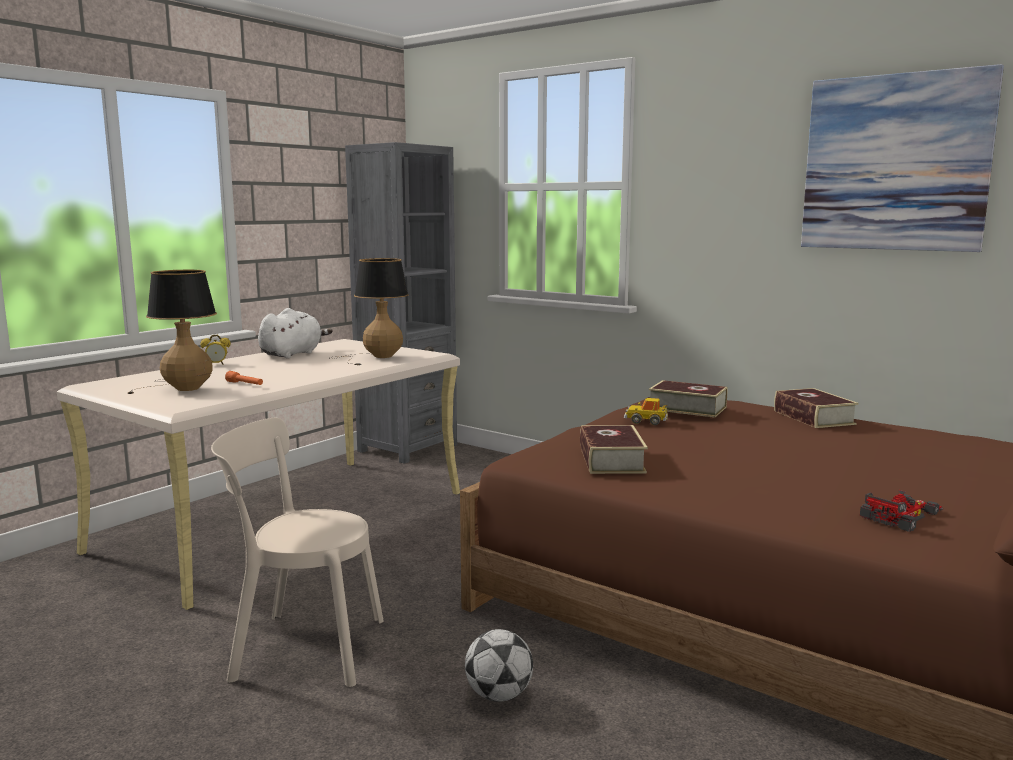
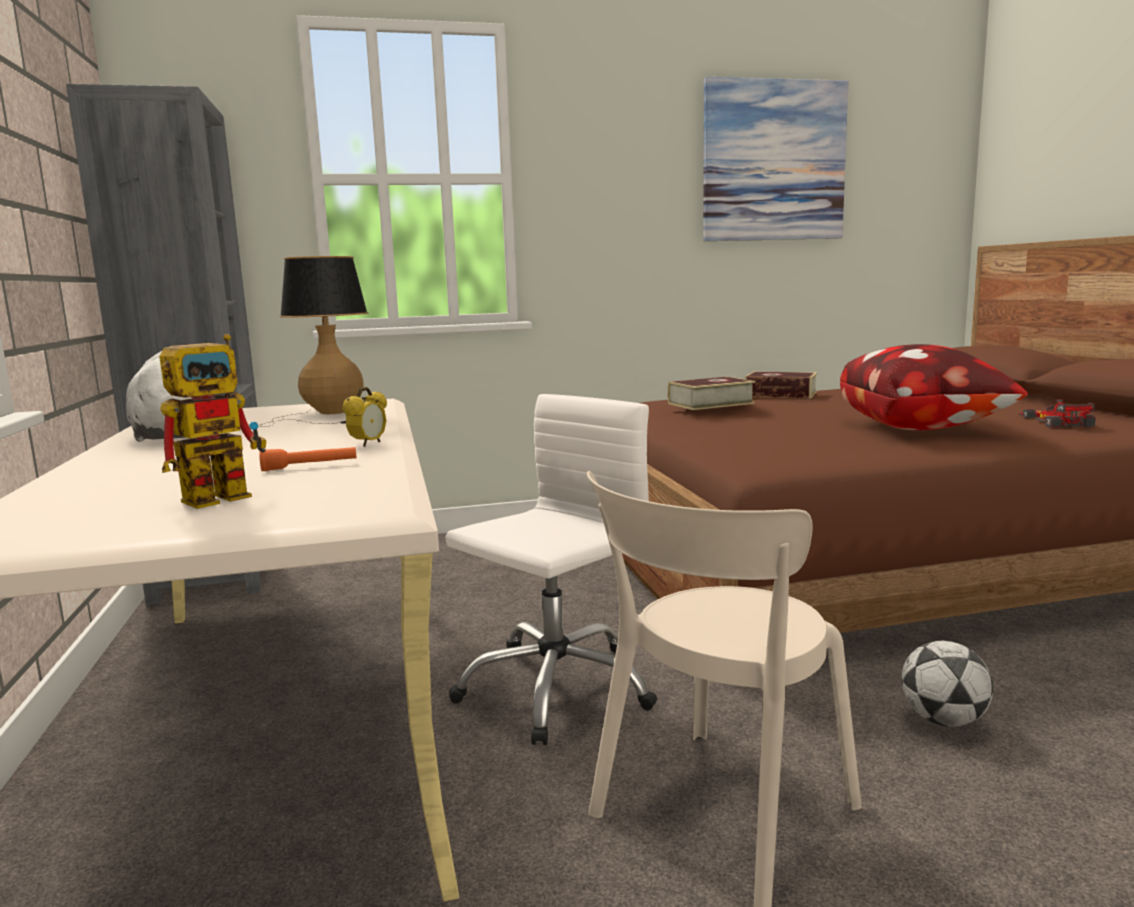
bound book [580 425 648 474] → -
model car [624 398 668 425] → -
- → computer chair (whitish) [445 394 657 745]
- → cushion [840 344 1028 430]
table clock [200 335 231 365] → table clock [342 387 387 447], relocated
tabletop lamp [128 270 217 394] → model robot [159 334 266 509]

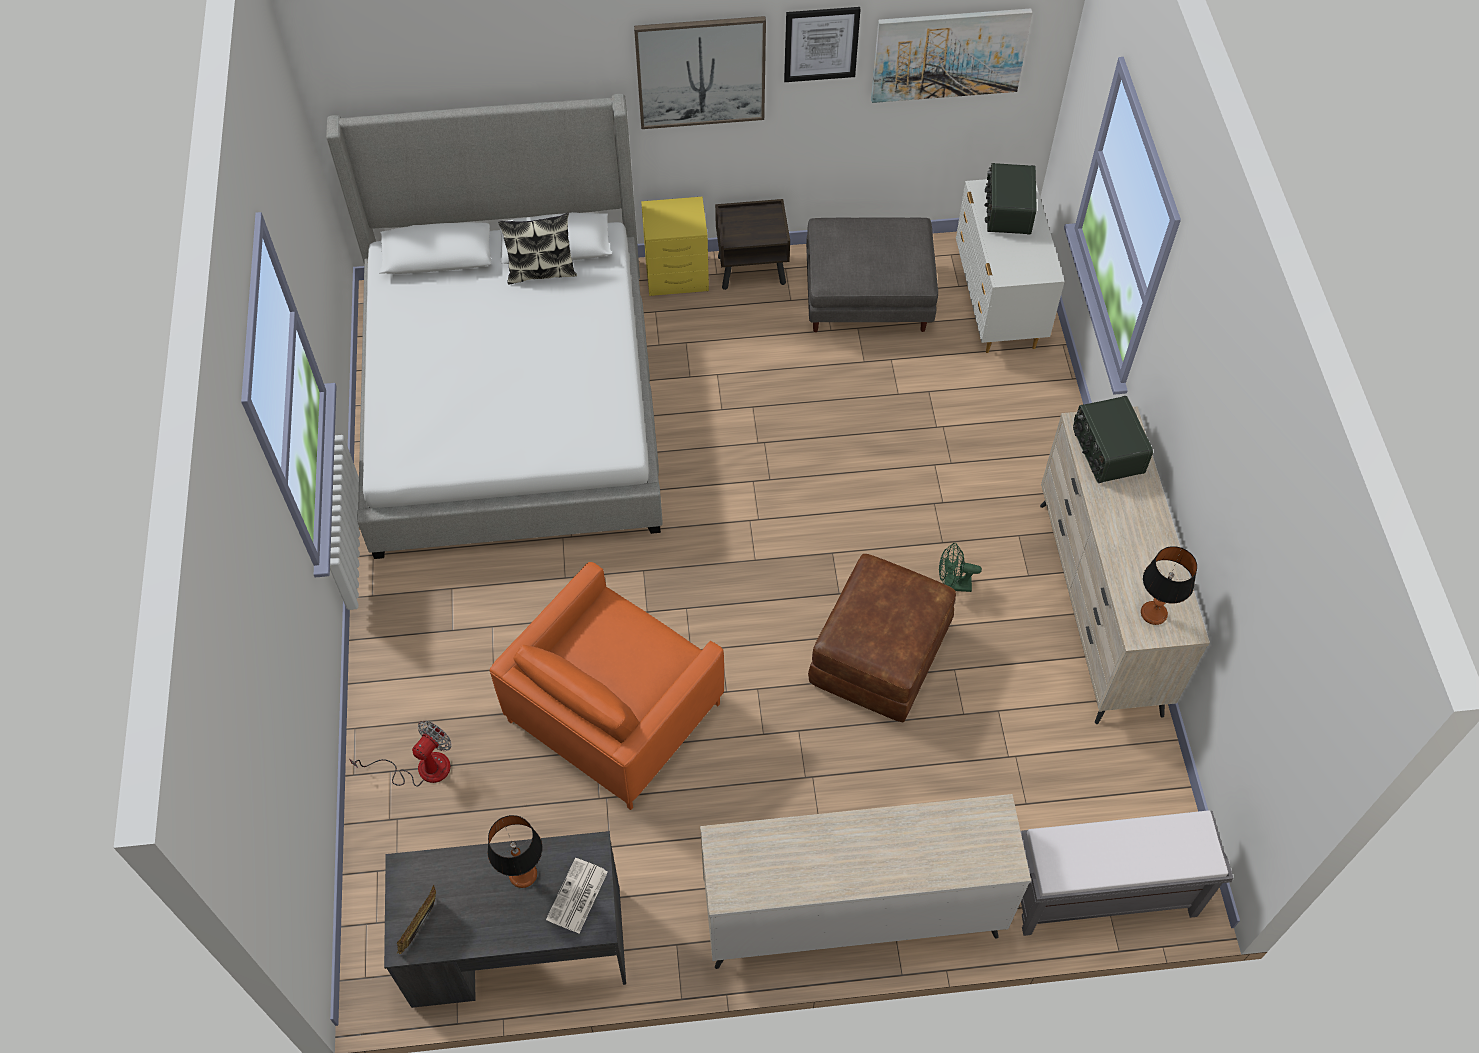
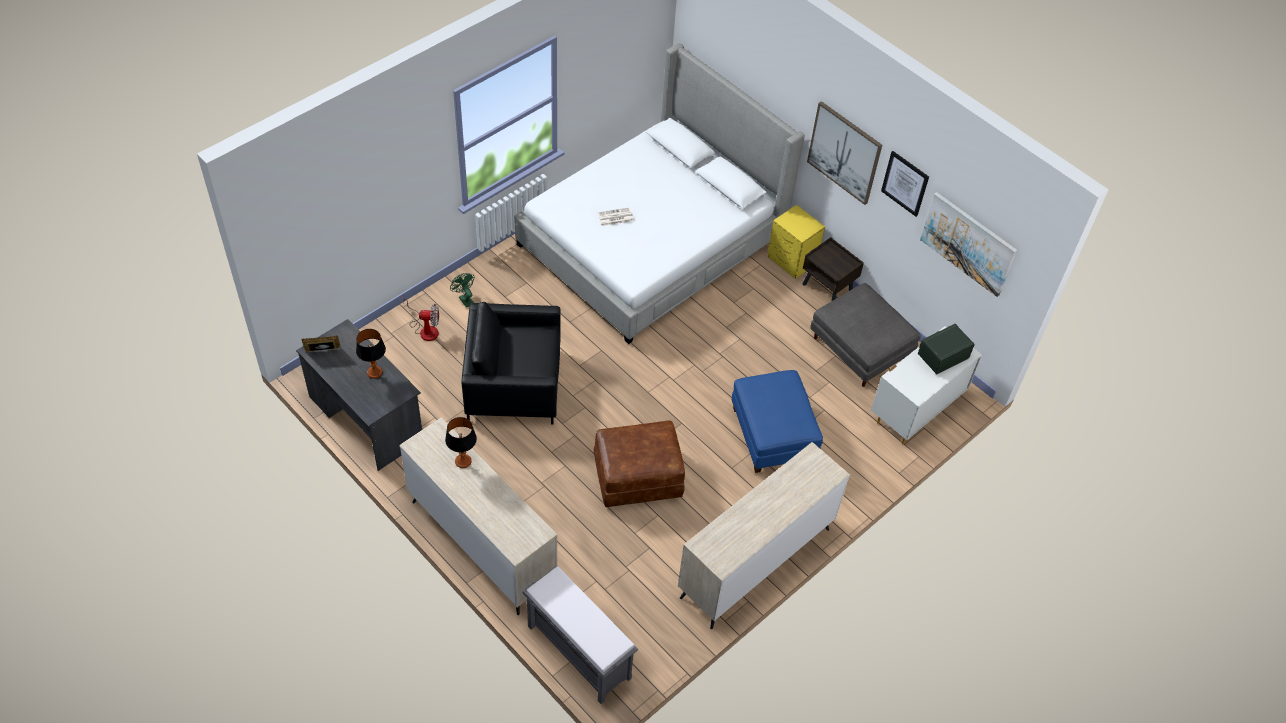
cushion [498 213 577 285] → -
radio receiver [1073 396 1153 483] → -
- → footrest (blue) [732 370 823 473]
printed paper [546 858 608 933] → printed paper [598 207 634 226], relocated
cooling fan (green-coloured) [939 543 982 592] → cooling fan (green-coloured) [450 273 475 307], relocated
tabletop lamp [1141 546 1197 625] → tabletop lamp [445 417 477 468], relocated
armchair (orangey) [489 562 724 810] → armchair (blackish) [461 302 560 425]

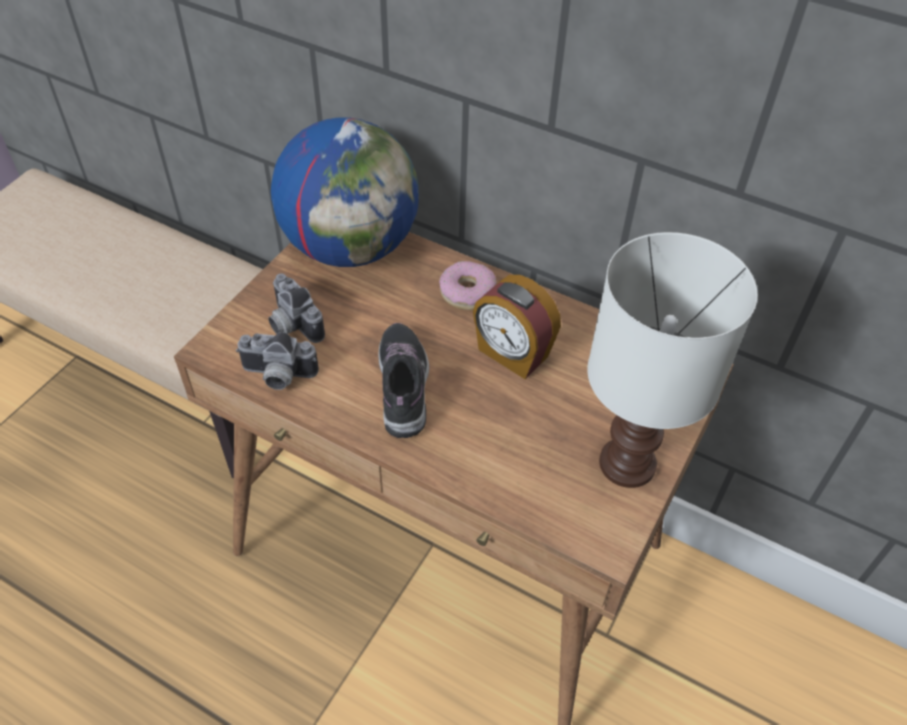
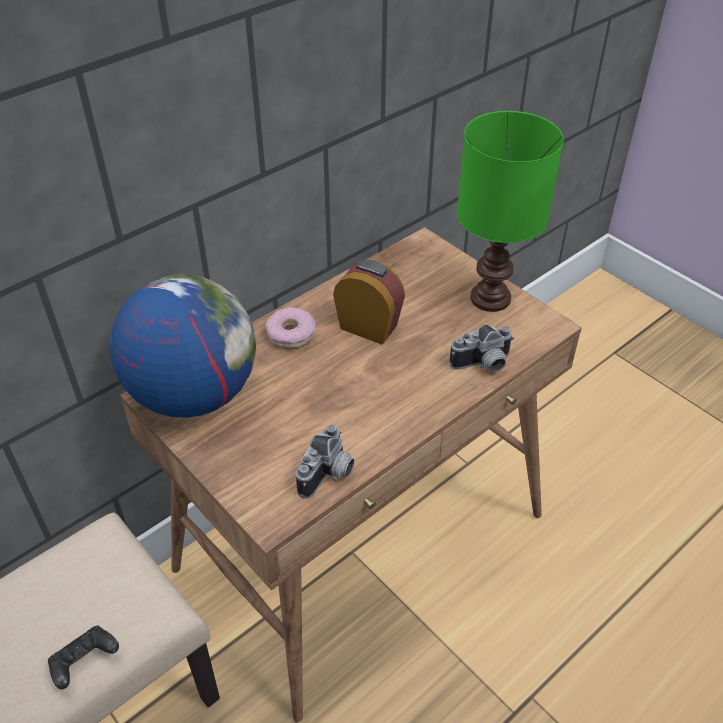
shoe [379 323 429 438] → -
- → joypad (blackish) [48 626 119 689]
photo camera [268 273 325 343] → photo camera [449 325 514 372], relocated
tabletop lamp (whitish) [587 232 758 488] → tabletop lamp (green-coloured) [457 111 564 312]
table clock [473 275 561 379] → table clock [333 259 405 345], 120 degrees counterclockwise

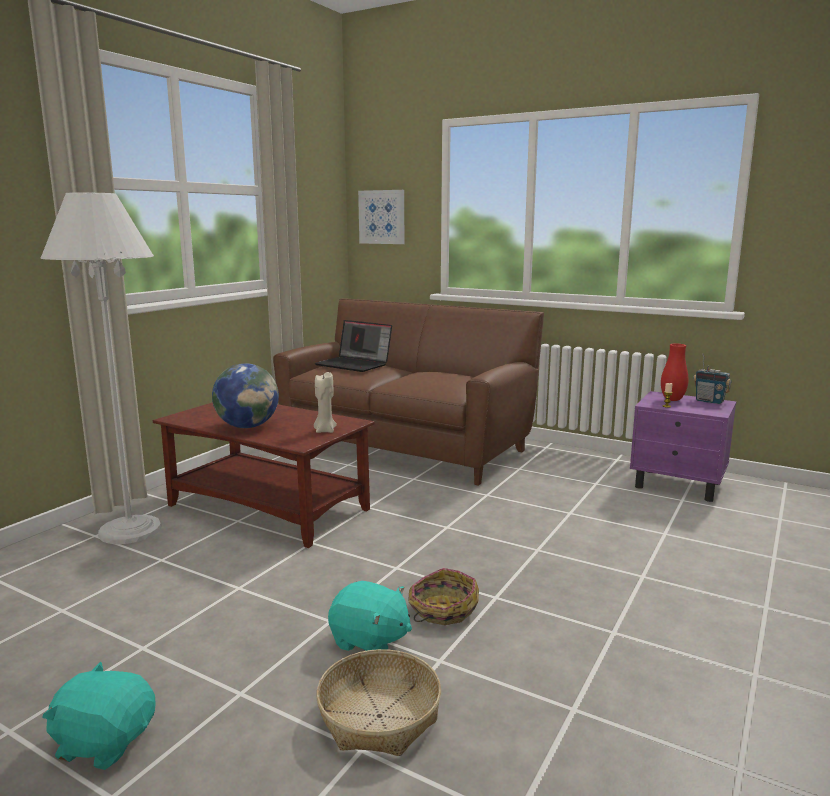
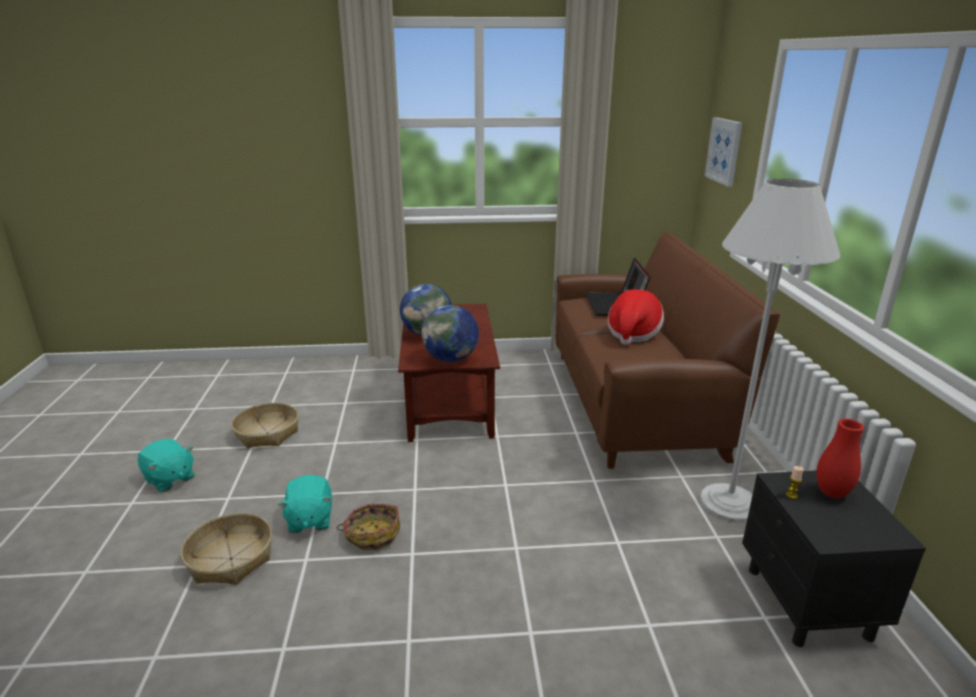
radio receiver [693 354 731 404] → -
- → storage basket [231 403 298 448]
- → wearable hat [608 289 664 345]
standard lamp (whitish) [40 192 162 544] → standard lamp (whitish) [700 179 841 523], relocated
candle (beige-coloured) [314 372 337 433] → world globe [422 305 479 362]
bedside table (purplish) [630 391 736 502] → bedside table (blackish) [742 470 926 647]
soft toy (blue-green) [42 662 156 770] → soft toy (blue-green) [138 439 195 492], 150 degrees clockwise

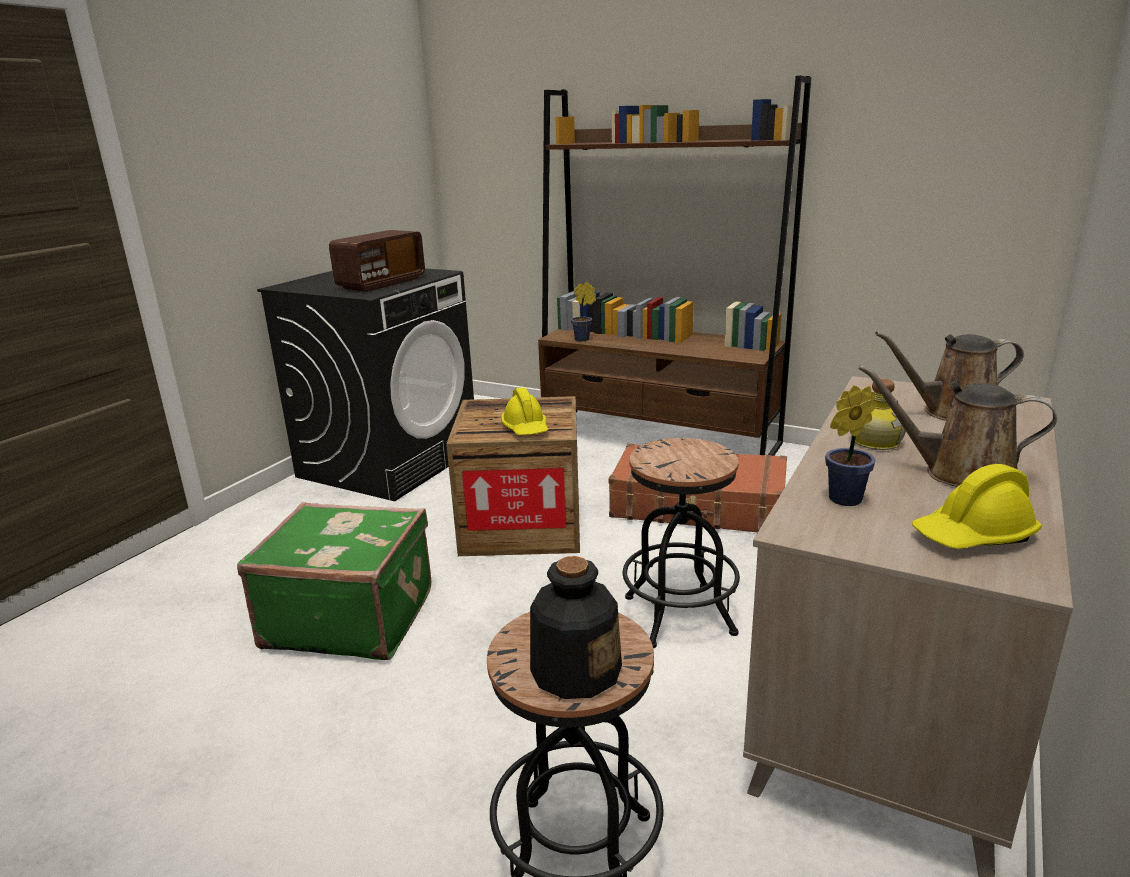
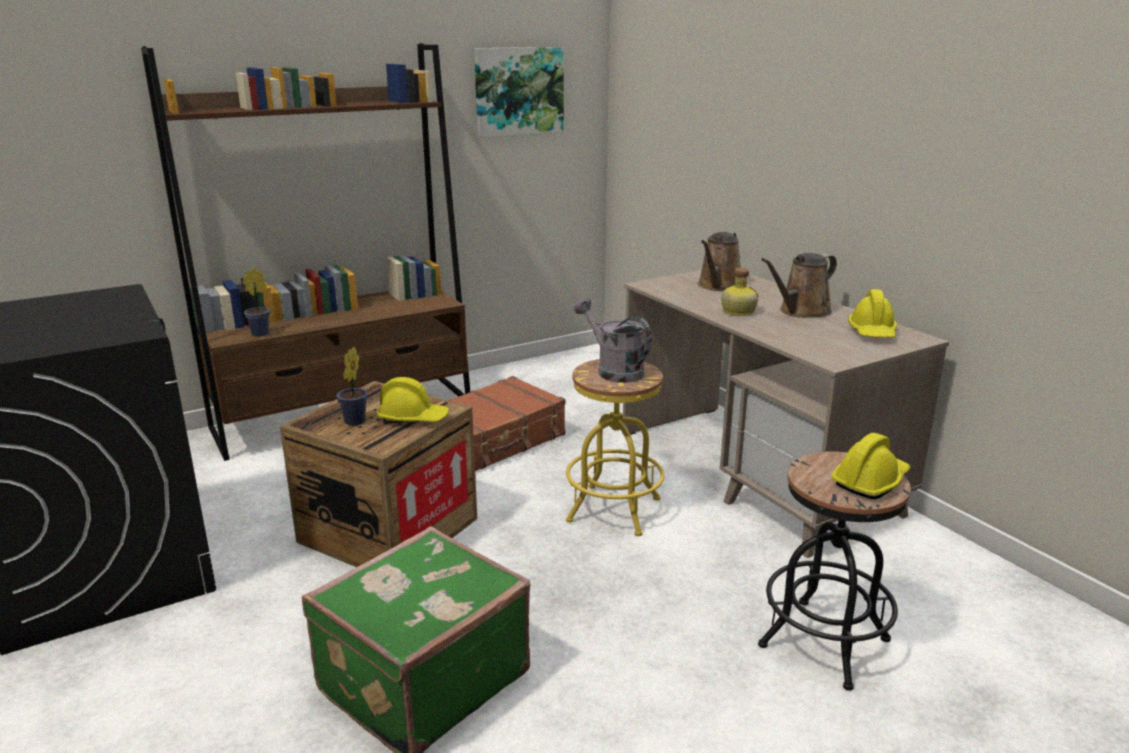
radio receiver [329 230 425 292] → -
- → wall picture [474 47 564 137]
- → sprinkling can (gray) [574 298 652 383]
plant in a pot [825 386 877 506] → plant in a pot [337 347 368 425], relocated
beverage bottle [530 556 622 699] → hard hat (yellow) [831 433 911 499]
stool (blackish) [623 438 740 648] → stool (yellow) [566 359 665 536]

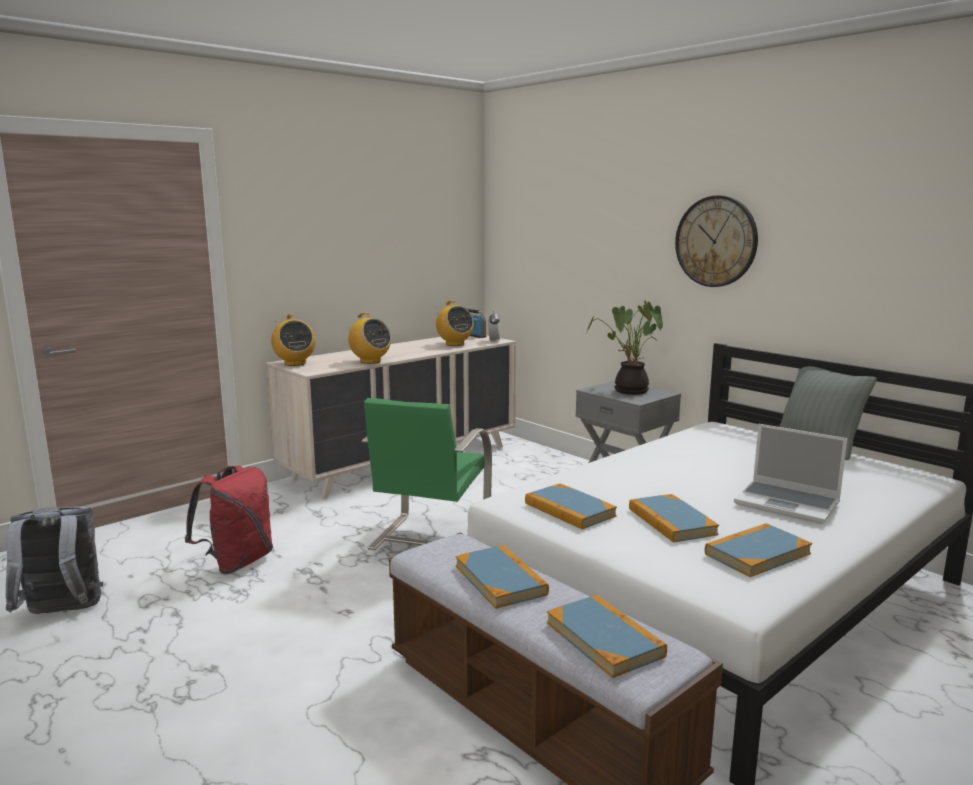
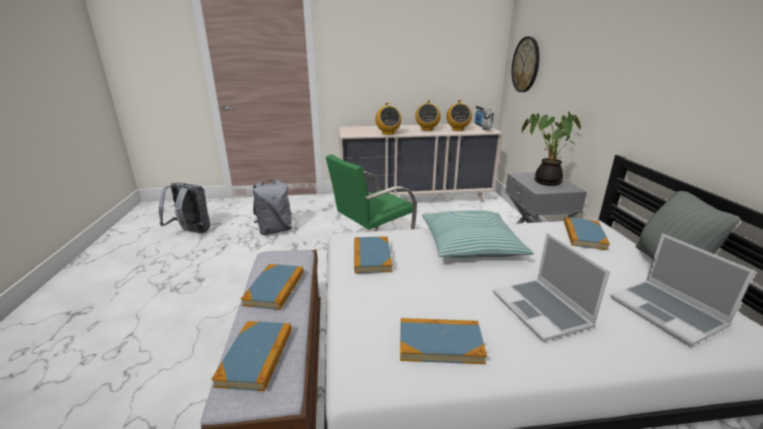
- → cushion [422 210 534 258]
- → laptop [610 233 755 346]
radio receiver [271 314 316 366] → radio receiver [415 100 441 131], relocated
bound book [629 494 719 543] → bound book [564 217 610 250], relocated
wall clock [675 195 758 287] → wall clock [511 36 540 92], relocated
knapsack (reddish) [185 466 273 574] → knapsack (gray) [253 180 292 235]

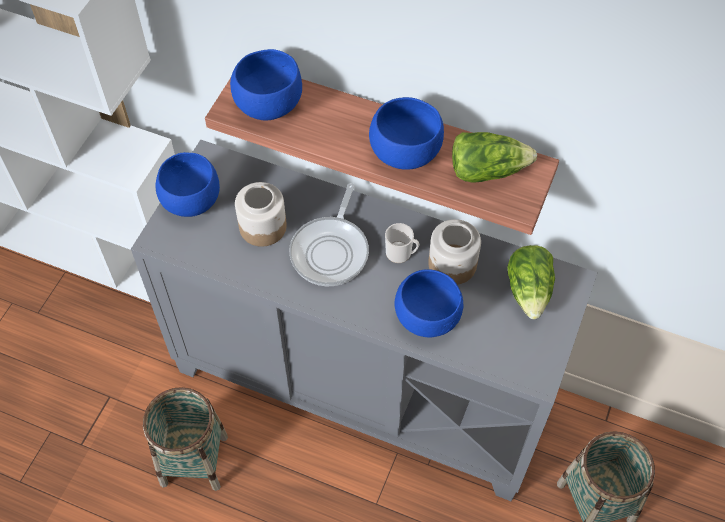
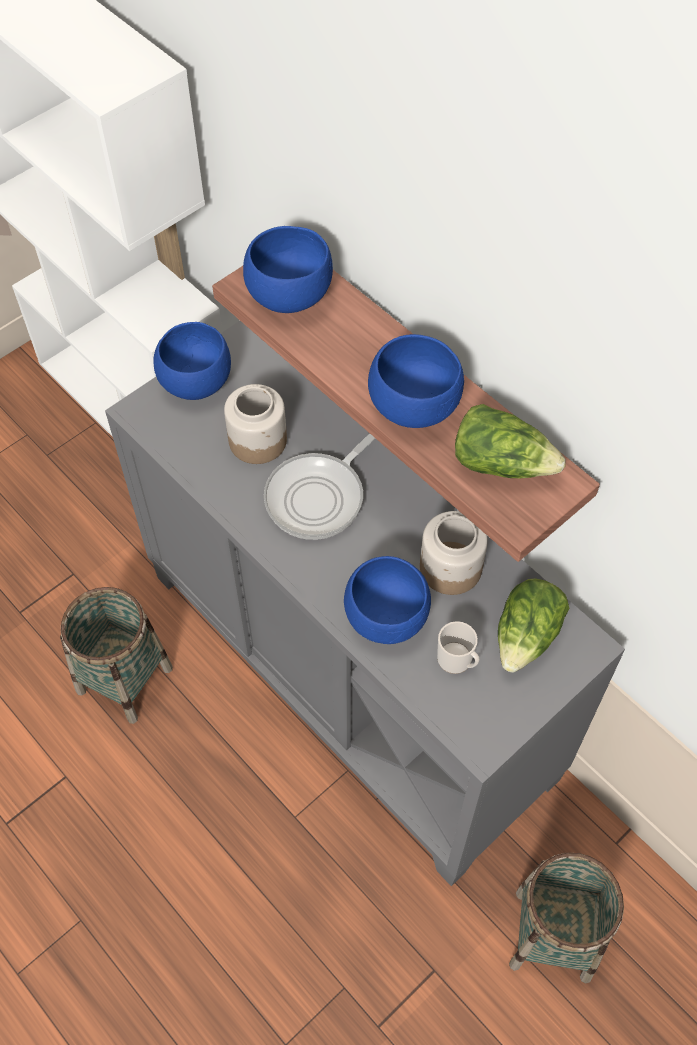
mug [385 223 419 263] → mug [437 621 480 674], relocated

